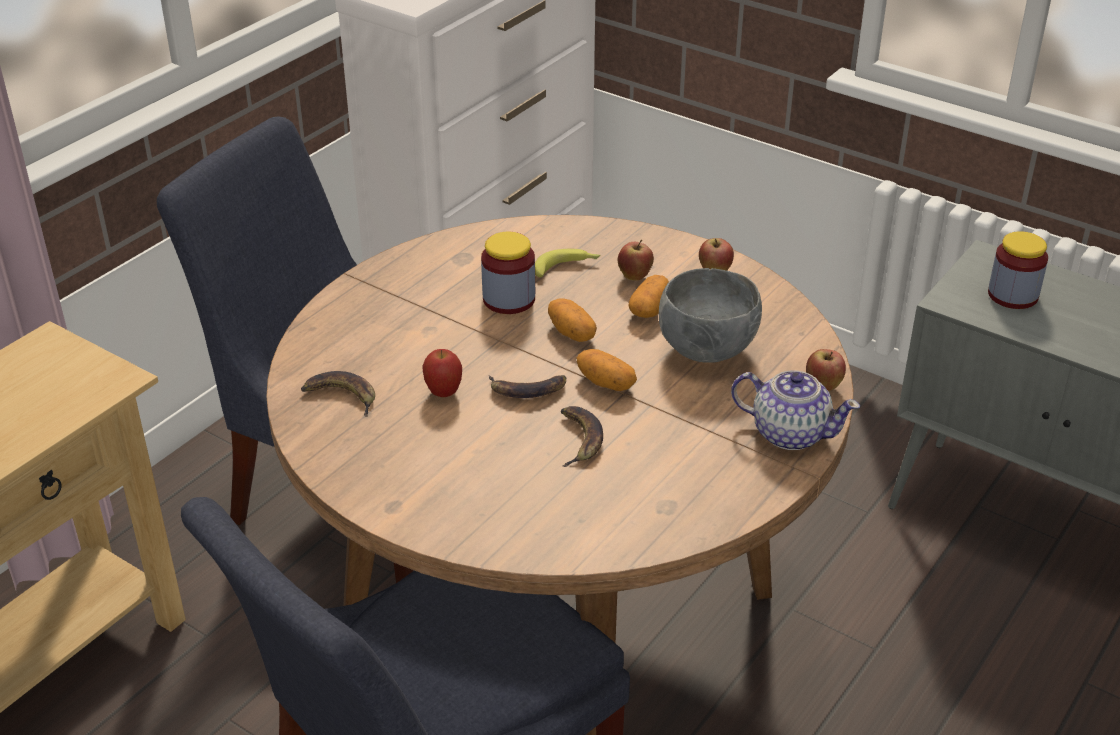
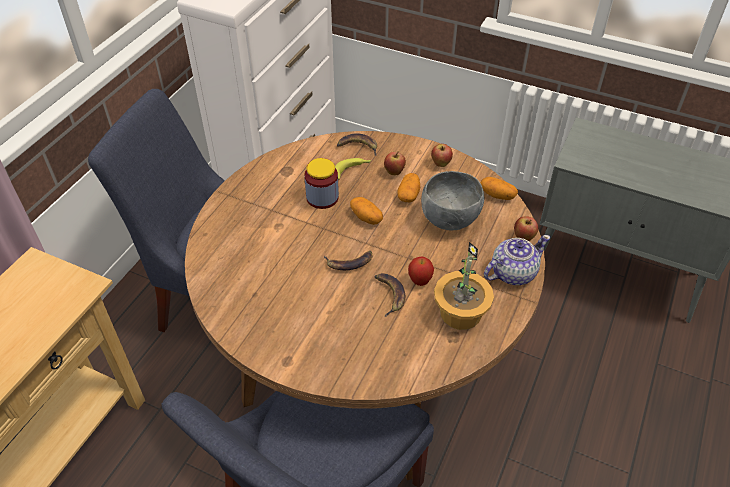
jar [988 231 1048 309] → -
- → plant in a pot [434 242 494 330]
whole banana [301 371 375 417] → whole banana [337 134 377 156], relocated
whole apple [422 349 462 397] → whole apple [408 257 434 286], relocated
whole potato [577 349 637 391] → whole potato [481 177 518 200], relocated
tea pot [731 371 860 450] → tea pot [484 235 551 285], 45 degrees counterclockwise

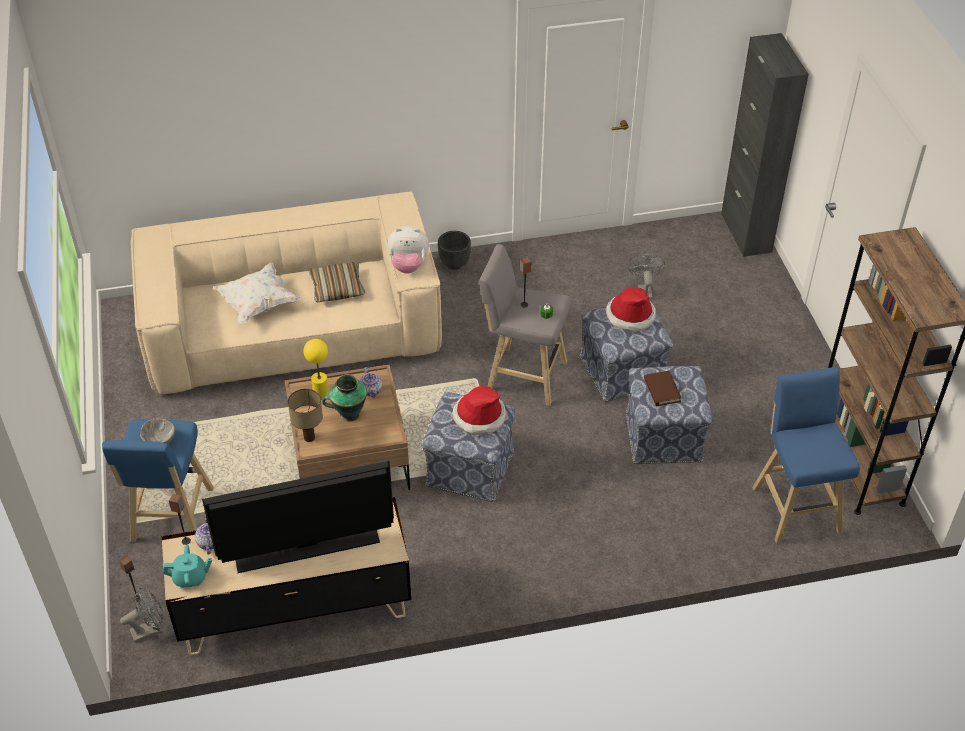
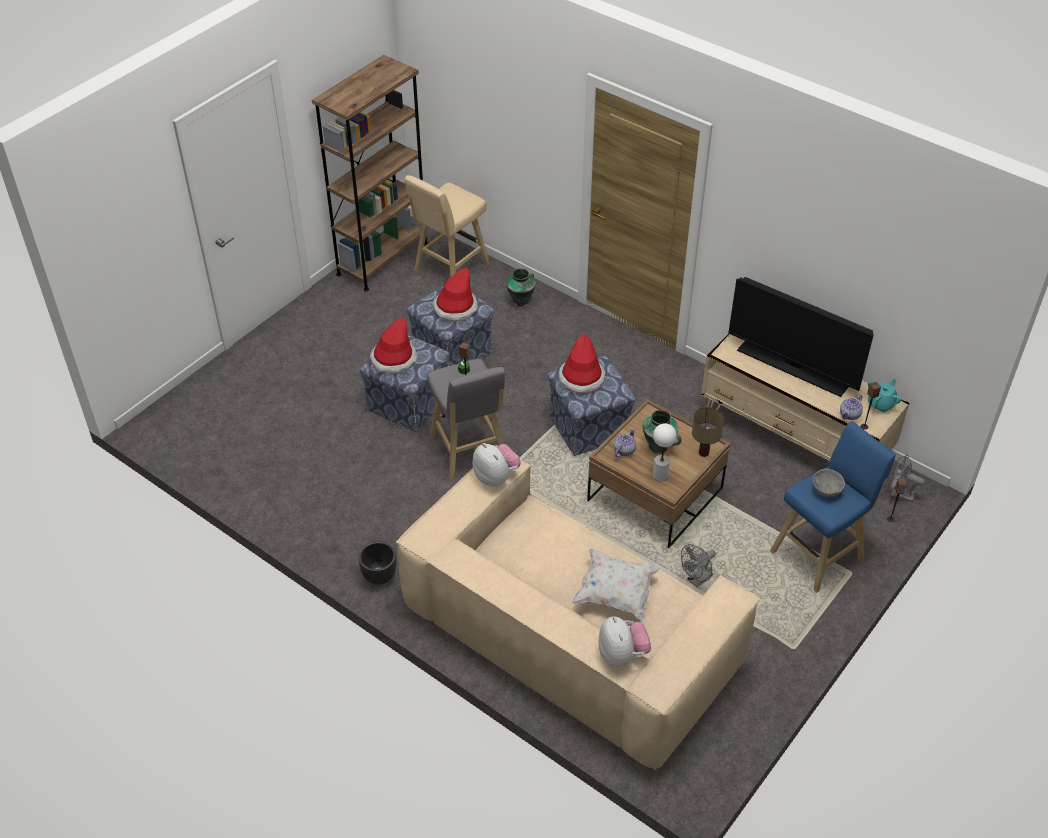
cushion [309 262 365 303] → -
cabinet (blackish) [721 33 809 257] → -
- → decorative vase [506 268 536 307]
- → soft toy [598 616 651 667]
cooling fan (gray) [628 253 665 300] → cooling fan (gray) [681 544 716 587], relocated
bound book (brown) [644 371 681 406] → wearable hat [433 268 478 322]
tabletop lamp (yellow) [304 339 329 400] → tabletop lamp (whitish) [653 423 677 481]
stool (blue) [752 367 860 544] → stool (beige-coloured) [405 175 490 277]
tea pot (blue-green) [163 545 212 588] → tea pot (blue-green) [868 379 902 413], 90 degrees clockwise

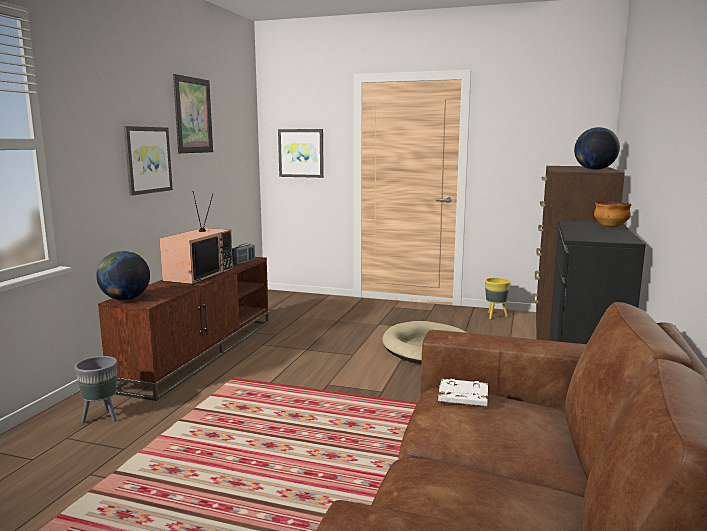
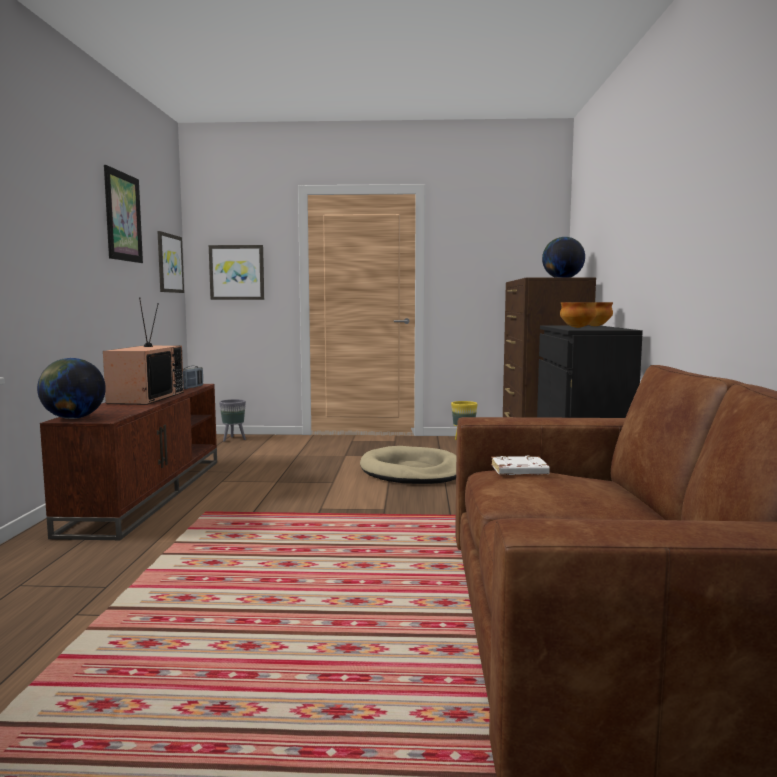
- → deep dish [560 302 597 328]
plant pot (gray) [74 356 117 424] → plant pot (gray) [219 399 246 442], relocated
wall picture [124 126 173 196] → wall picture [157 231 184 293], relocated

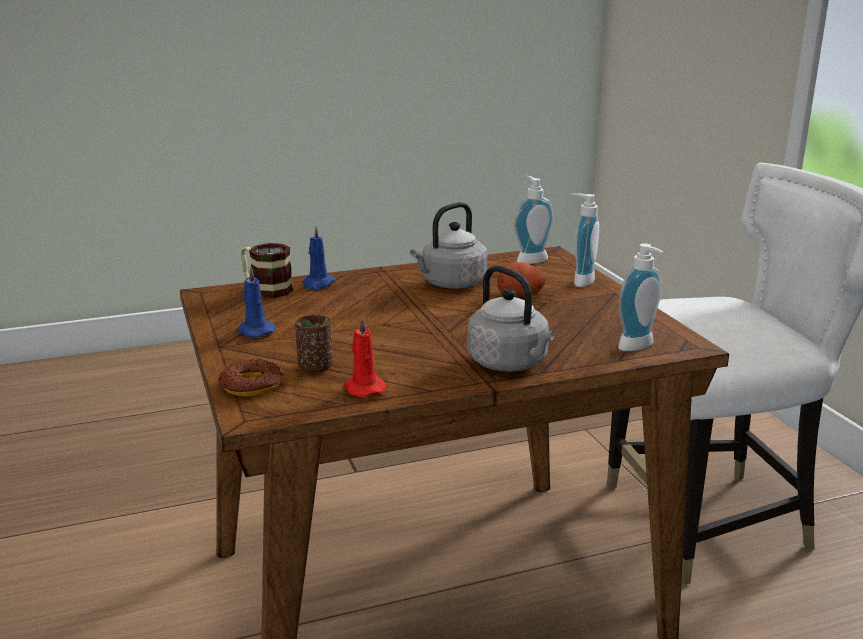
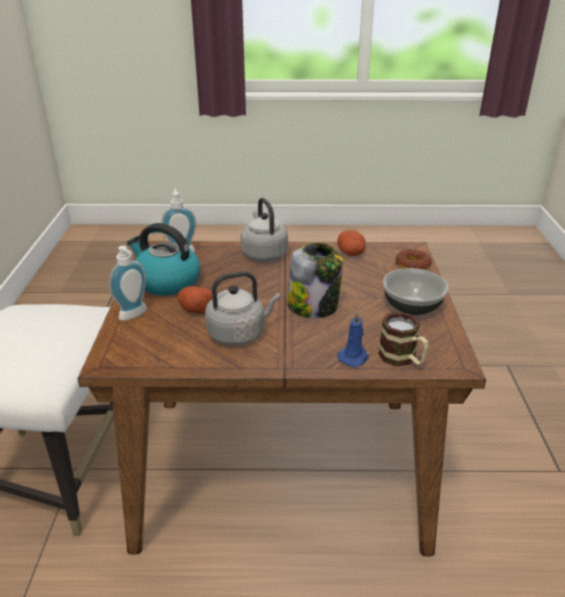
cup (brown) [295 315 333 373] → -
soap bottle [514 176 554 264] → -
- → water kettle [127 223 200 296]
- → jar [287 242 343 318]
candle (blue) [237 266 276 337] → deep dish [383 268 448 315]
candle (reddish) [344 316 387 397] → whole potato [337 230 366 256]

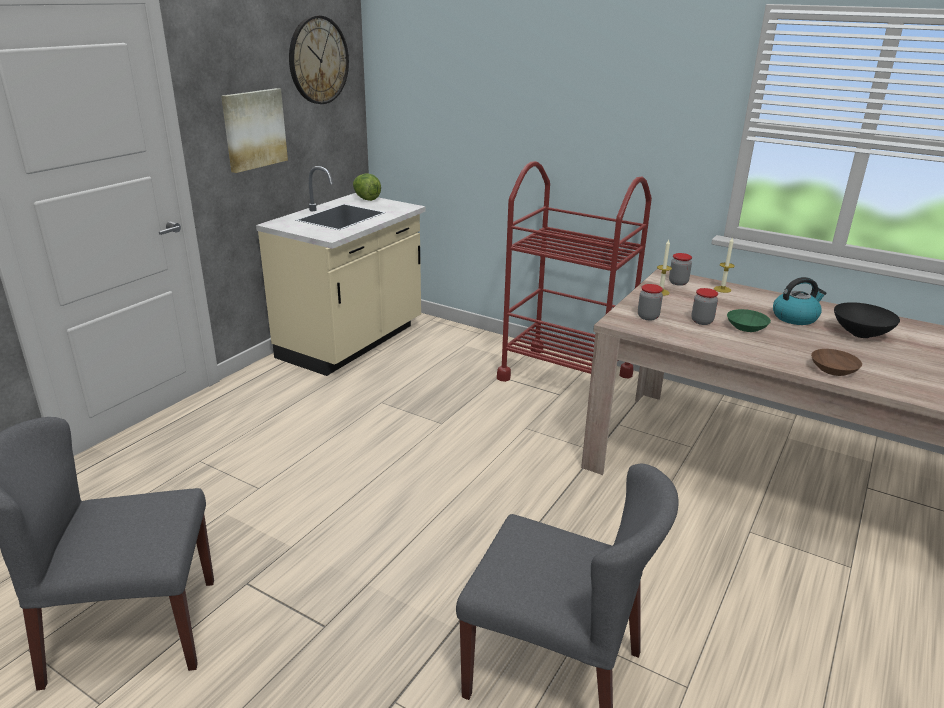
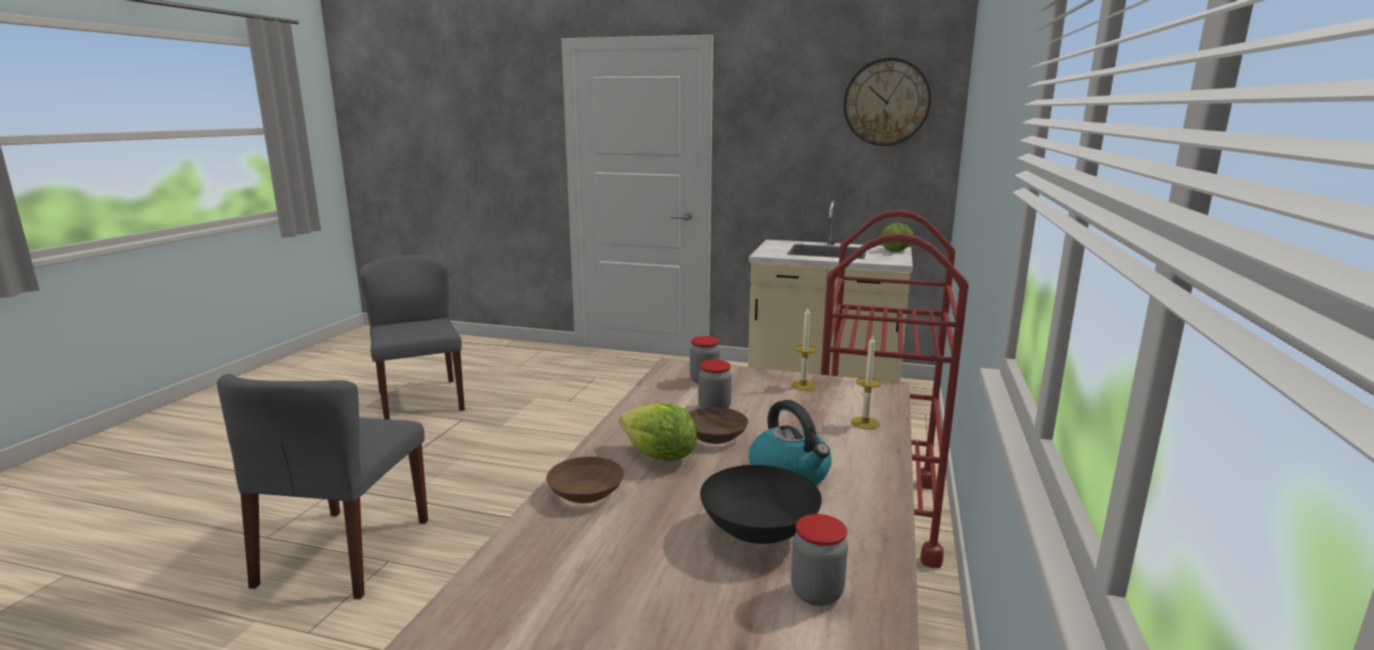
wall picture [221 88 288 173] → -
- → lettuce head [619 403 697 462]
jar [669 253 692 286] → jar [791 514 848 606], relocated
deep dish (green-coloured) [727 309 771 332] → deep dish (brown) [689 407 748 444]

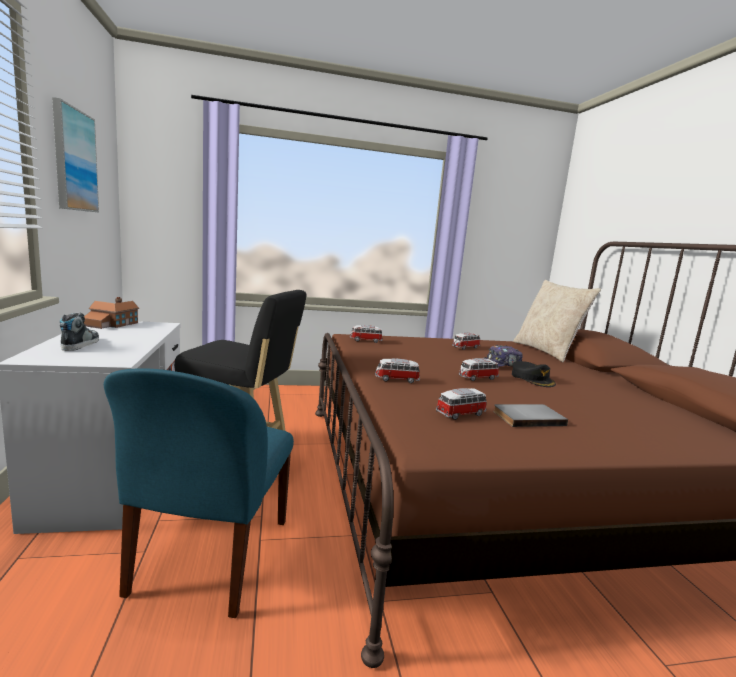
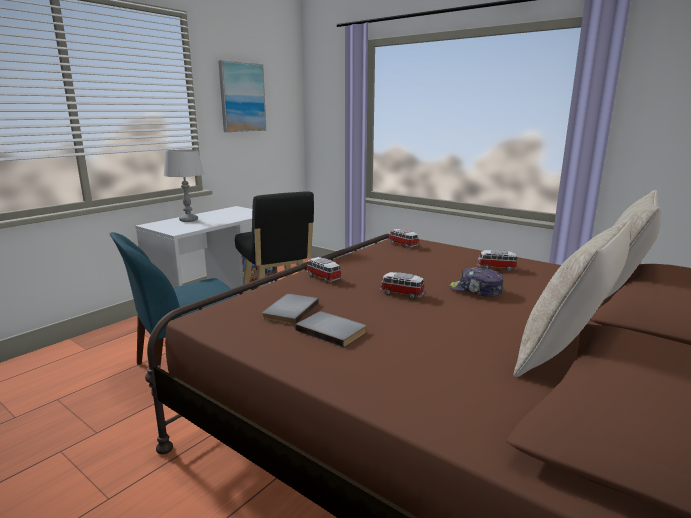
toy house [84 297 139 329] → -
peaked cap (blackish) [512 361 556 387] → -
- → cushion (beige-coloured) [514 218 632 377]
shoe [60 312 99 351] → tabletop lamp (gray) [164 149 204 222]
model car [436 388 487 420] → bound book (gray) [262 294 319 325]

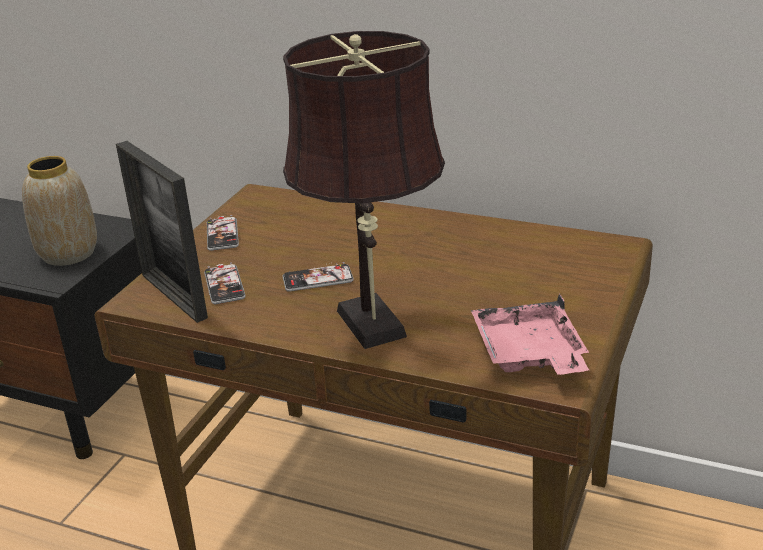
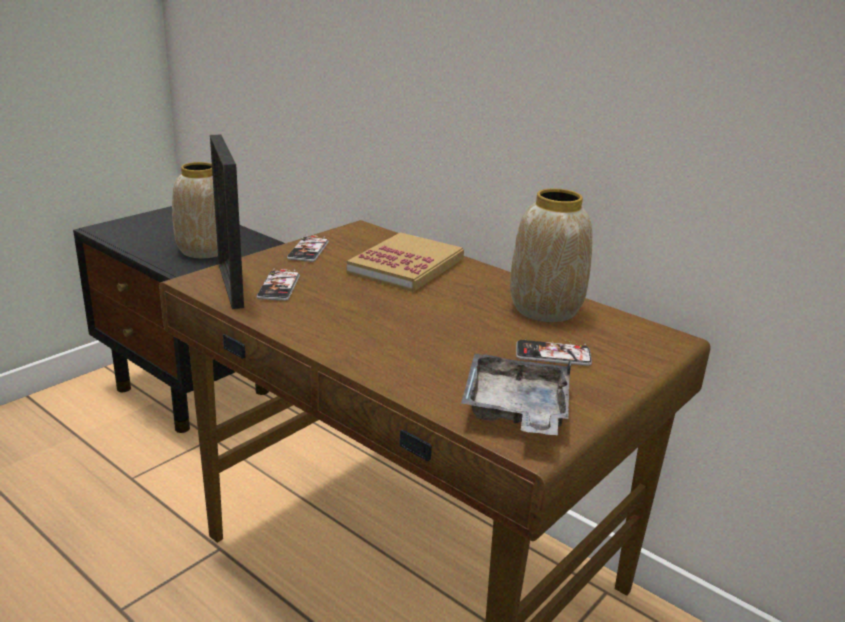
tabletop lamp (brown) [283 31 445 349] → -
- → bound book [347 232 464 292]
- → decorative vase [510 189 592 322]
phone [282 262 354 292] → phone [516 340 592 366], relocated
serving tray (pinkish) [471 294 589 375] → serving tray (gray) [461 353 571 435]

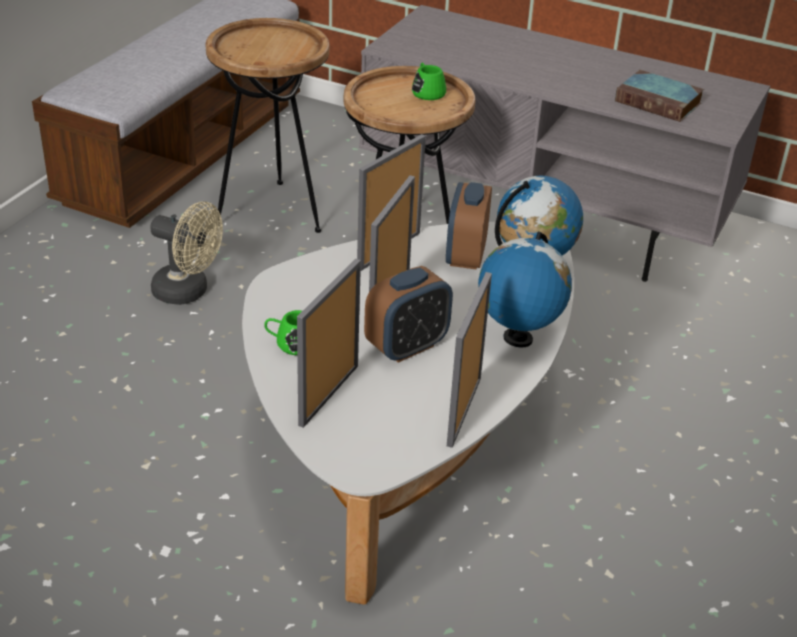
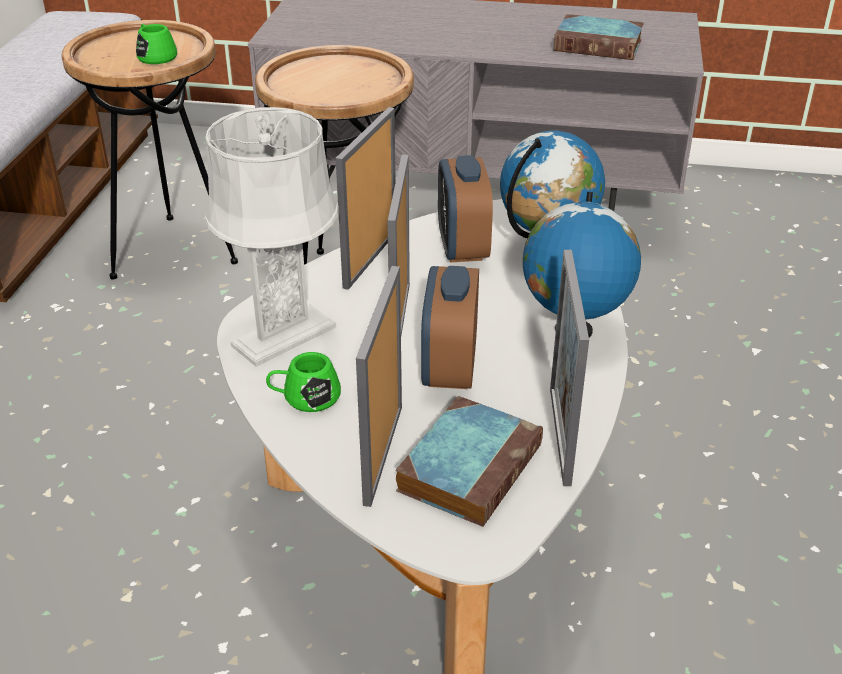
cooling fan (beige-coloured) [150 202 223 305] → -
- → tabletop lamp (gray) [205 107 339 367]
- → bound book [395 396 543 527]
mug (green-coloured) [412 63 446 100] → mug (green-coloured) [136 24 177 64], relocated
table clock [364 266 453 363] → table clock [421 266 479 389], 150 degrees clockwise

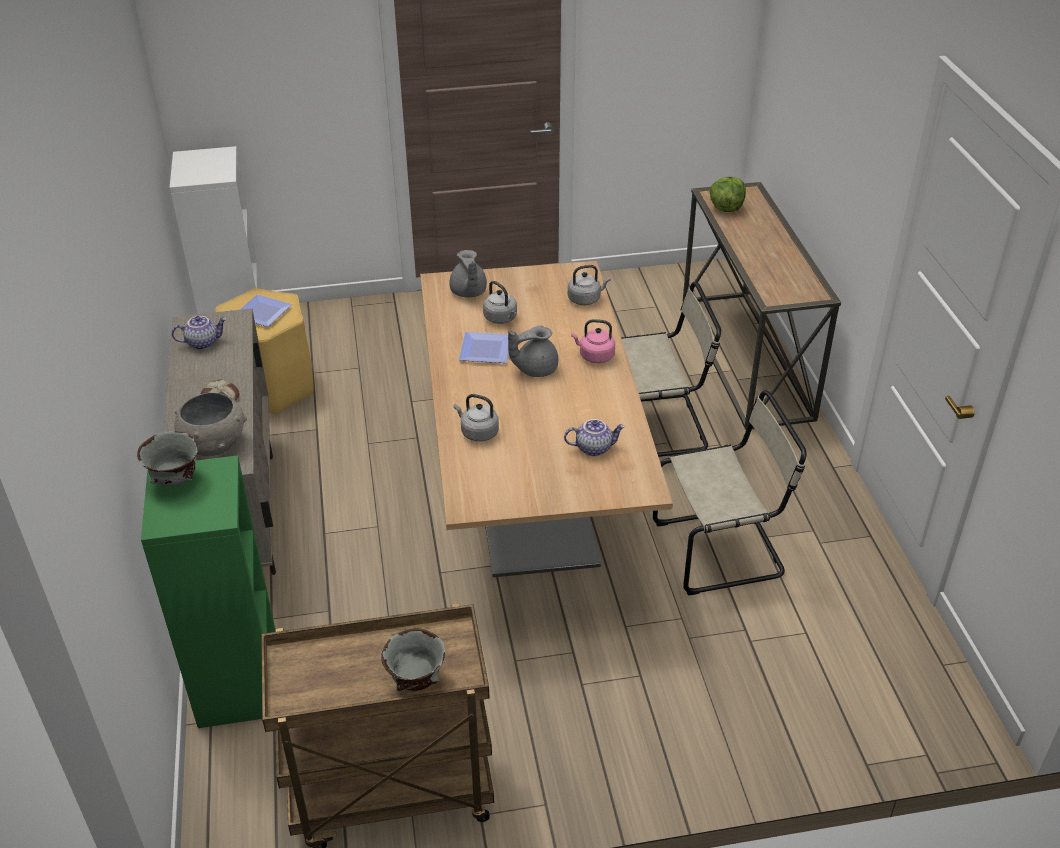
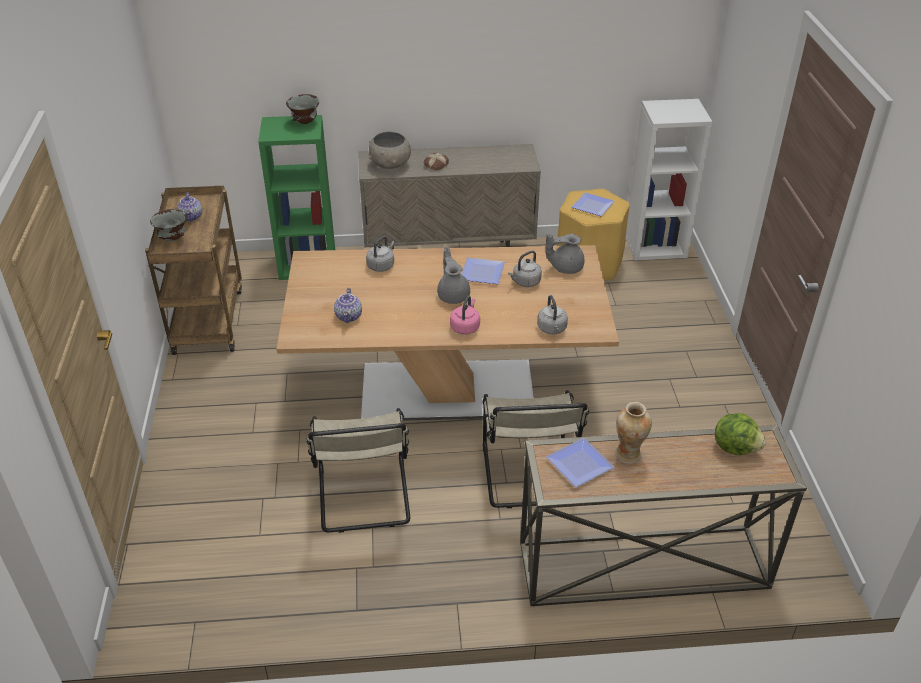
- → dinner plate [546 438 614 487]
- → decorative vase [615 402 652 464]
tea pot [172 316 227 350] → tea pot [177 192 202 222], relocated

